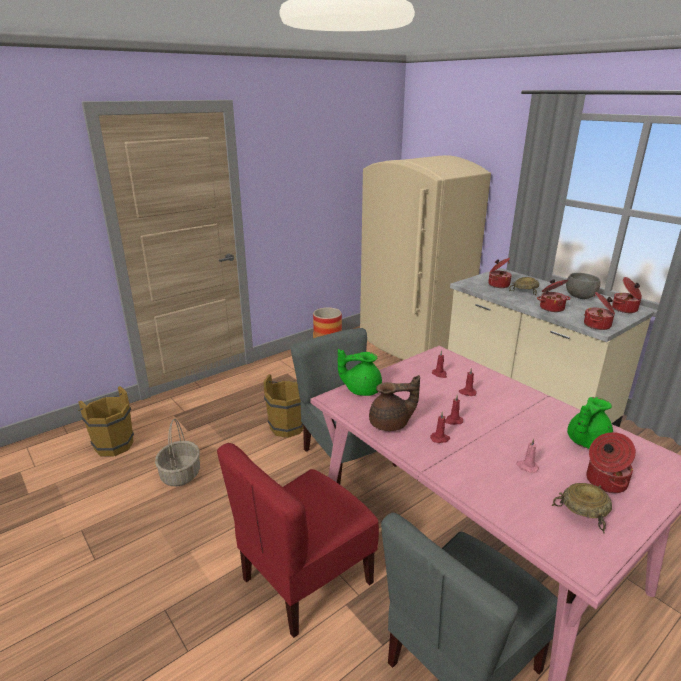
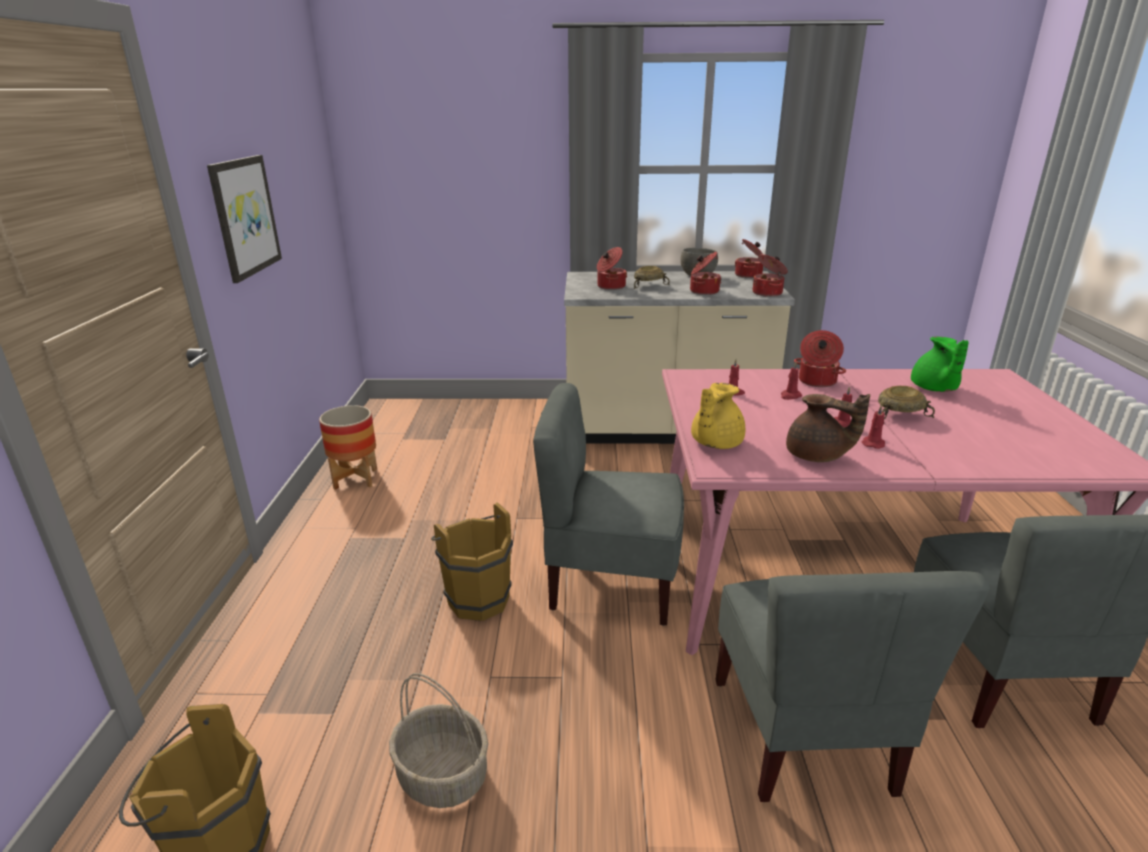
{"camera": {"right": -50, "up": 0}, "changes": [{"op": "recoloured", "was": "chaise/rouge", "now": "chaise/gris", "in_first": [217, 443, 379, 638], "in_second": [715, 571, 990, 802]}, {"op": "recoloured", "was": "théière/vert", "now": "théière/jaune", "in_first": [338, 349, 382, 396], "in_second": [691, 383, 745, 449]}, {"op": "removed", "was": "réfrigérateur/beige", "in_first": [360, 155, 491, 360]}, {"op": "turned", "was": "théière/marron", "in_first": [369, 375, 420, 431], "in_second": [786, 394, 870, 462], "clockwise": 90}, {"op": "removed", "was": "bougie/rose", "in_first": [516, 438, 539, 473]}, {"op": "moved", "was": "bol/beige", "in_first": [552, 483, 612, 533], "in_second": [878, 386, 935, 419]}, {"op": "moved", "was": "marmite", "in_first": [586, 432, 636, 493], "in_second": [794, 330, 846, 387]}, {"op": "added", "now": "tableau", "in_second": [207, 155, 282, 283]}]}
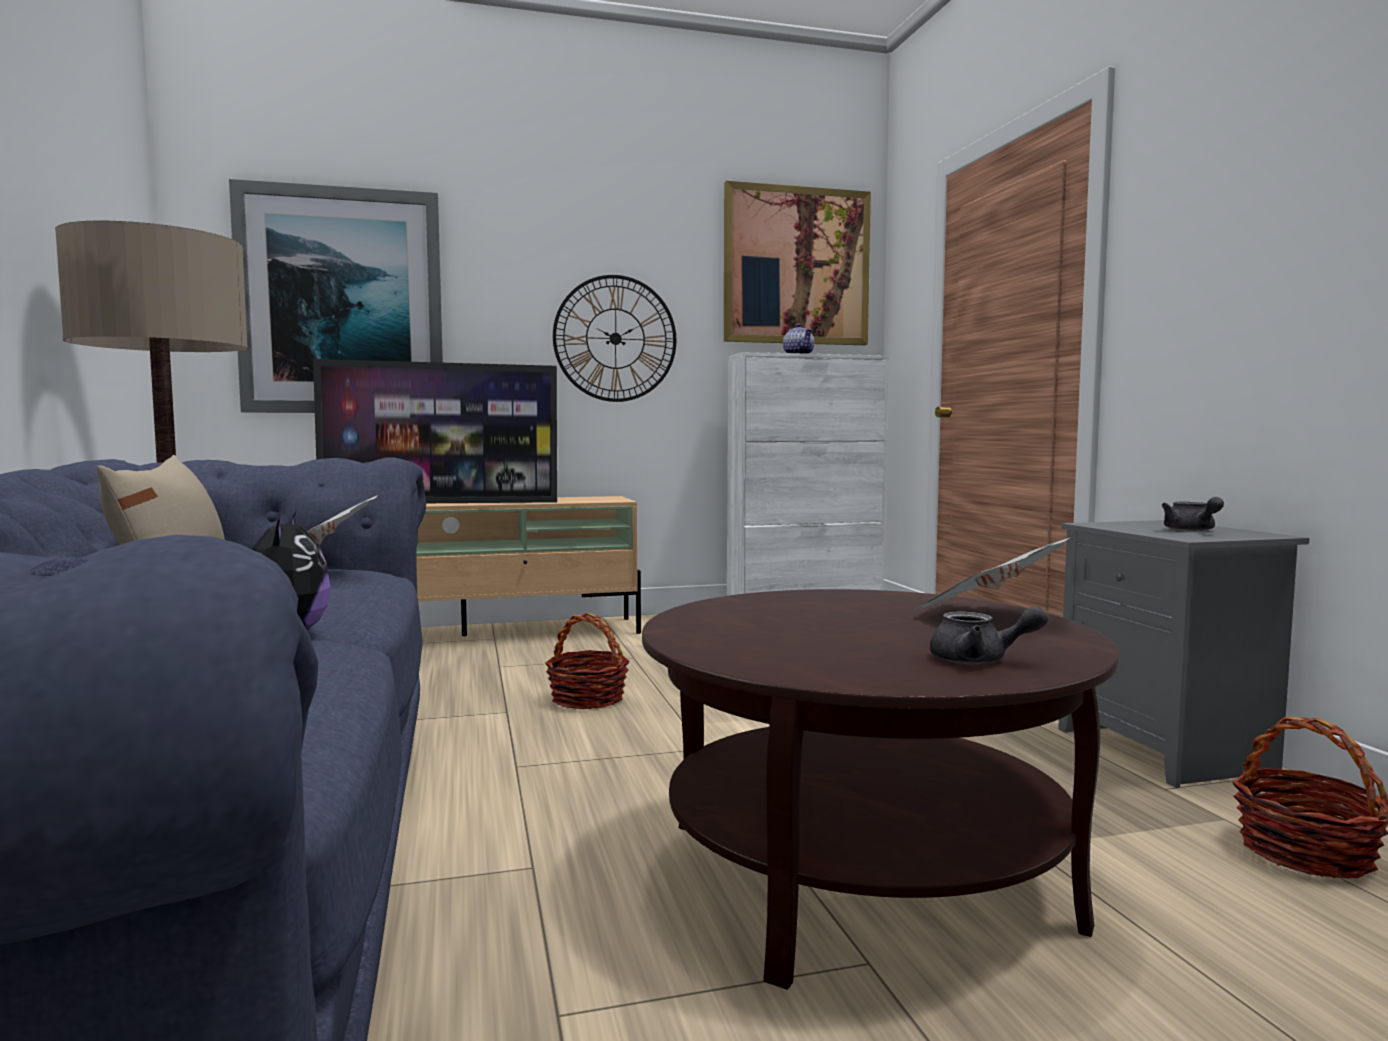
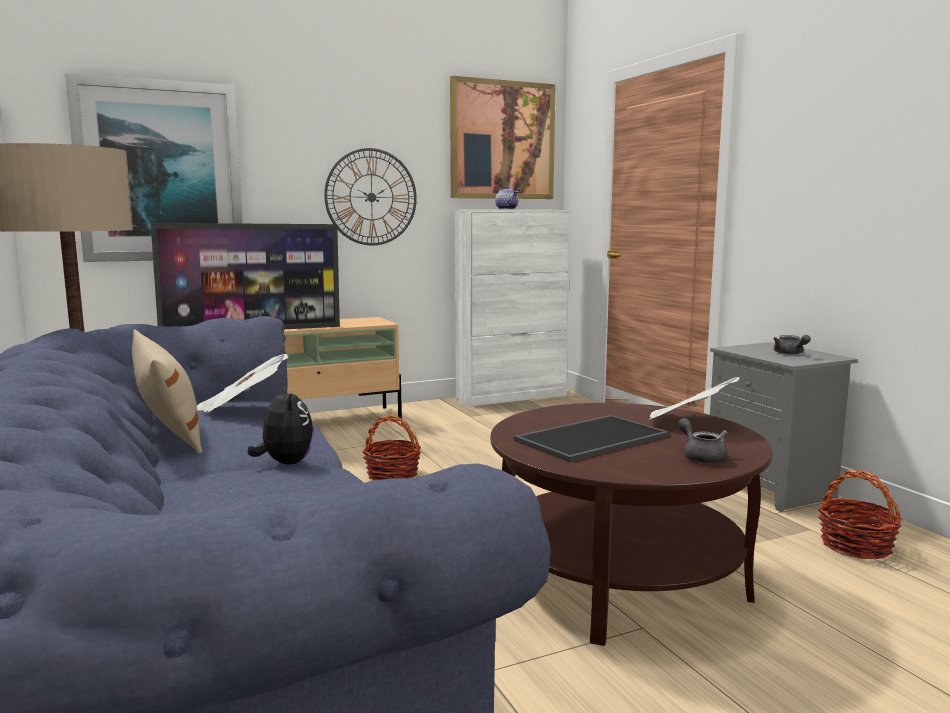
{"camera": {"right": -10, "up": 5}, "changes": [{"op": "turned", "was": "théière/gris", "in_first": [930, 606, 1048, 664], "in_second": [678, 418, 728, 464], "clockwise": -120}, {"op": "added", "now": "plateau", "in_second": [514, 415, 669, 462]}]}
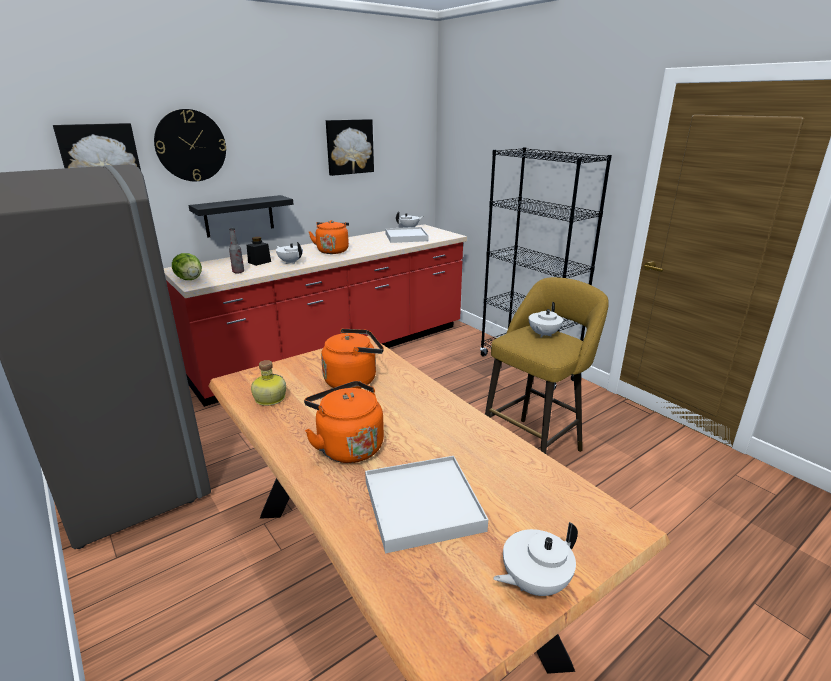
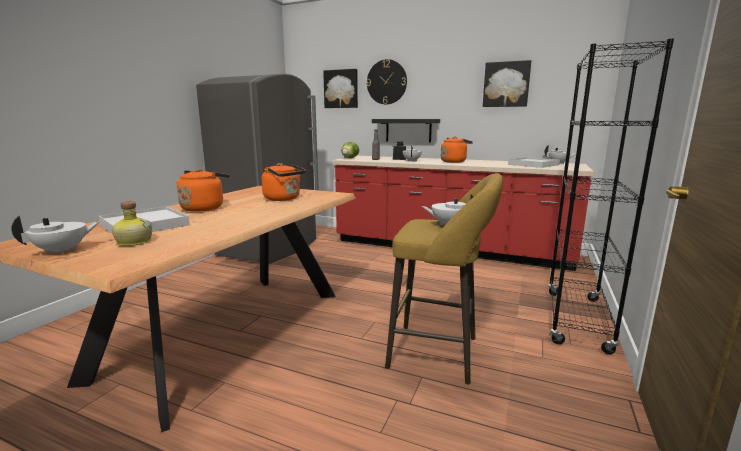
{"camera": {"right": 60, "up": -10}, "changes": [{"op": "moved", "was": "bouteille", "in_first": [251, 360, 286, 406], "in_second": [112, 201, 152, 246]}, {"op": "turned", "was": "théière/blanc", "in_first": [493, 522, 578, 596], "in_second": [11, 215, 101, 254], "clockwise": 105}]}
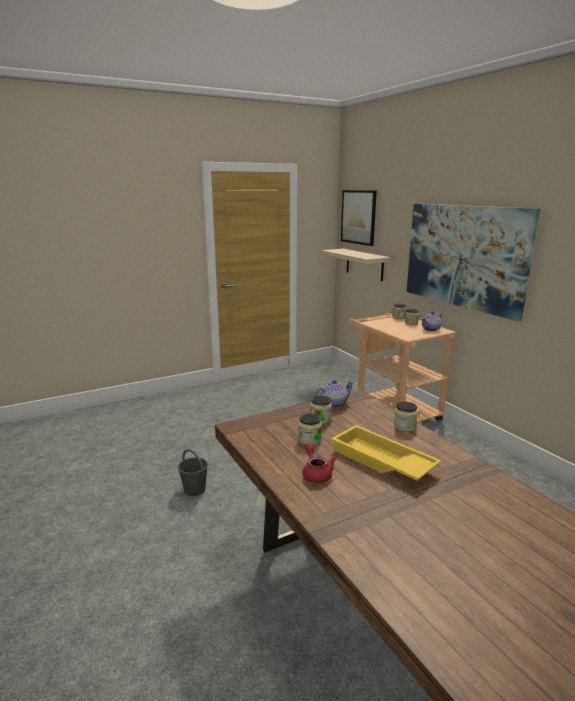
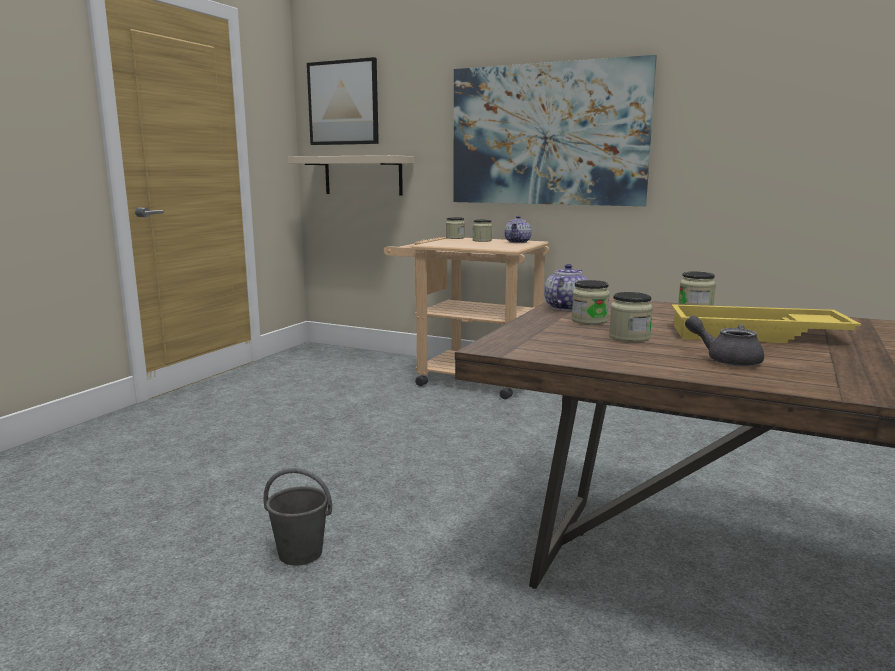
{"camera": {"right": -35, "up": -5}, "changes": [{"op": "recoloured", "was": "théière/rouge", "now": "théière/gris", "in_first": [303, 443, 337, 483], "in_second": [685, 316, 764, 366]}]}
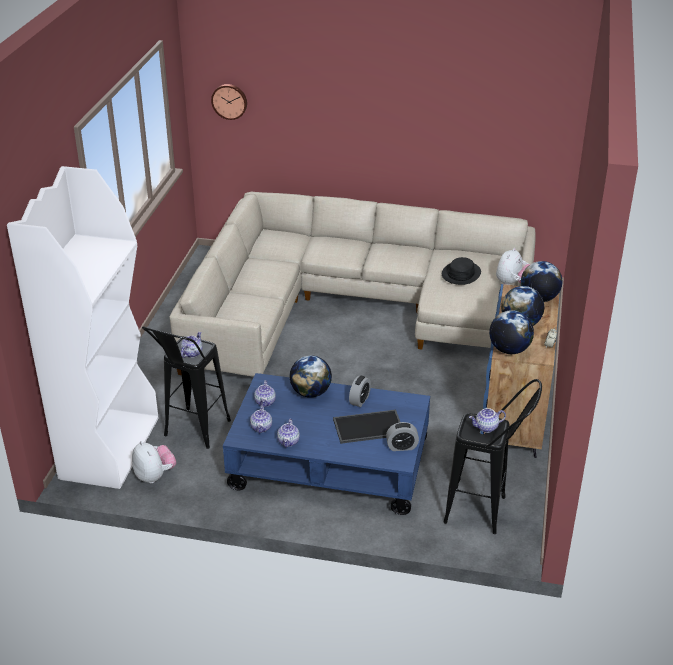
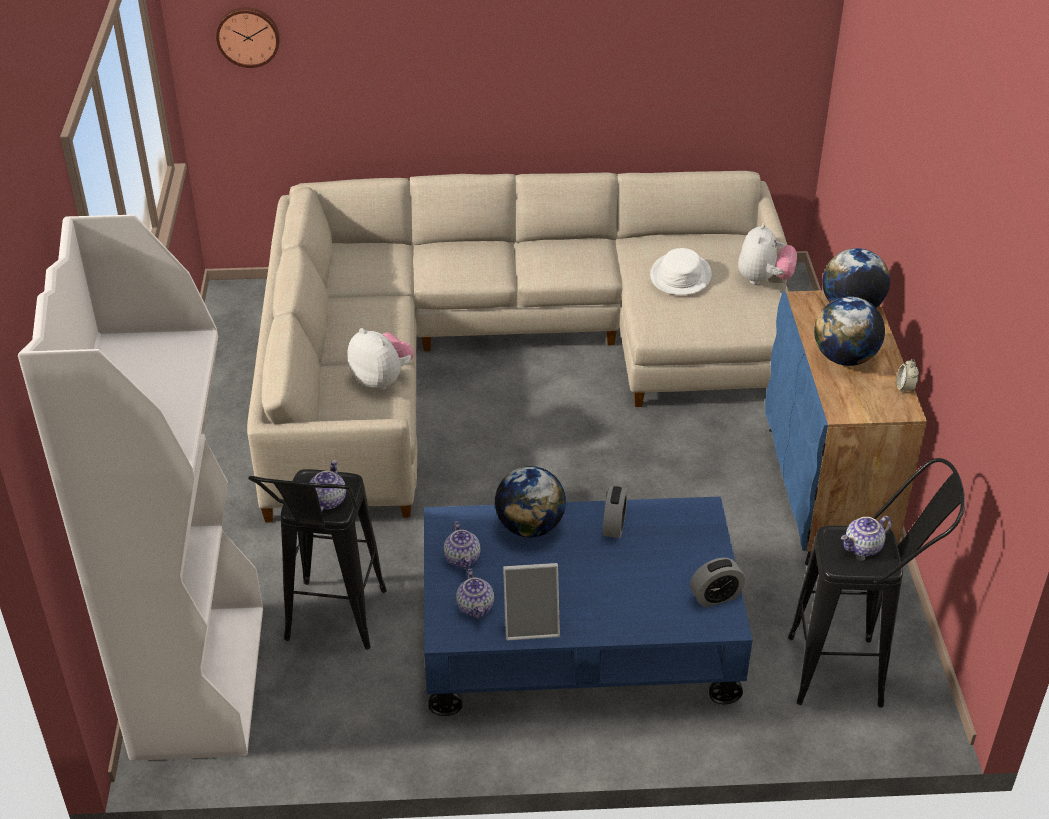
{"camera": {"right": -15, "up": 5}, "changes": [{"op": "moved", "was": "peluche", "in_first": [132, 441, 176, 483], "in_second": [347, 328, 414, 390]}, {"op": "replaced", "was": "théière", "now": "cadre photo", "in_first": [277, 419, 300, 447], "in_second": [503, 563, 560, 641]}, {"op": "removed", "was": "plateau", "in_first": [333, 410, 400, 444]}, {"op": "recoloured", "was": "chapeau/noir", "now": "chapeau/blanc", "in_first": [442, 257, 481, 285], "in_second": [650, 248, 711, 295]}, {"op": "removed", "was": "globe", "in_first": [489, 310, 534, 354]}]}
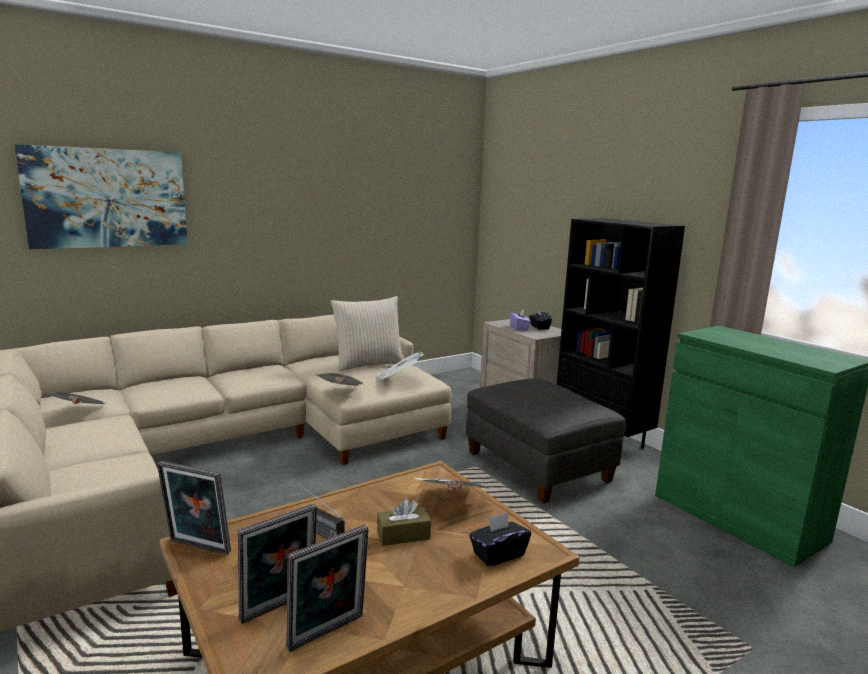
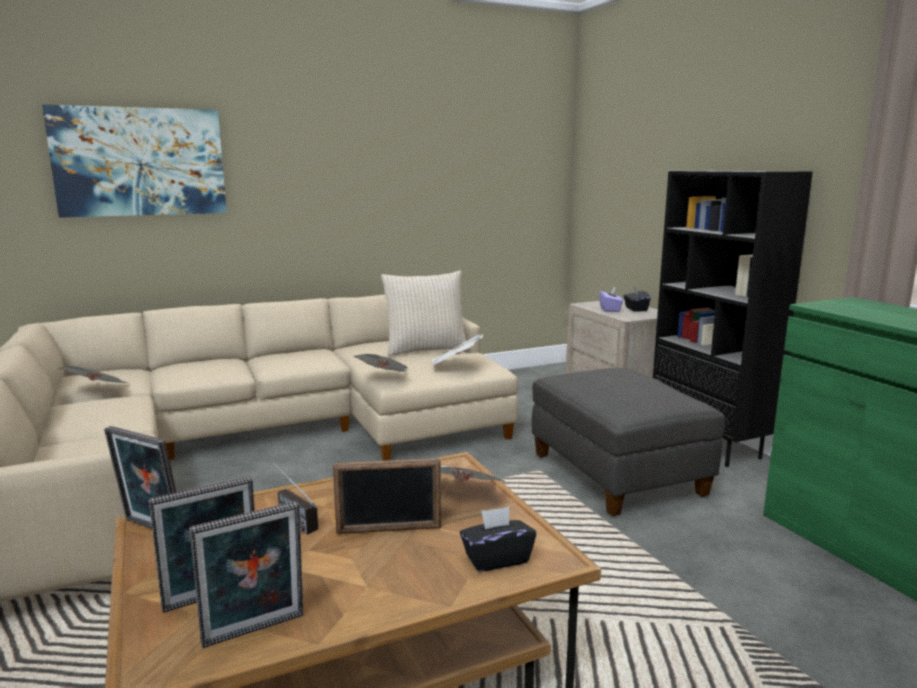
{"camera": {"right": 10, "up": 0}, "changes": [{"op": "replaced", "was": "boîte à mouchoirs/marron", "now": "cadre photo", "in_first": [377, 499, 431, 546], "in_second": [333, 458, 441, 534]}]}
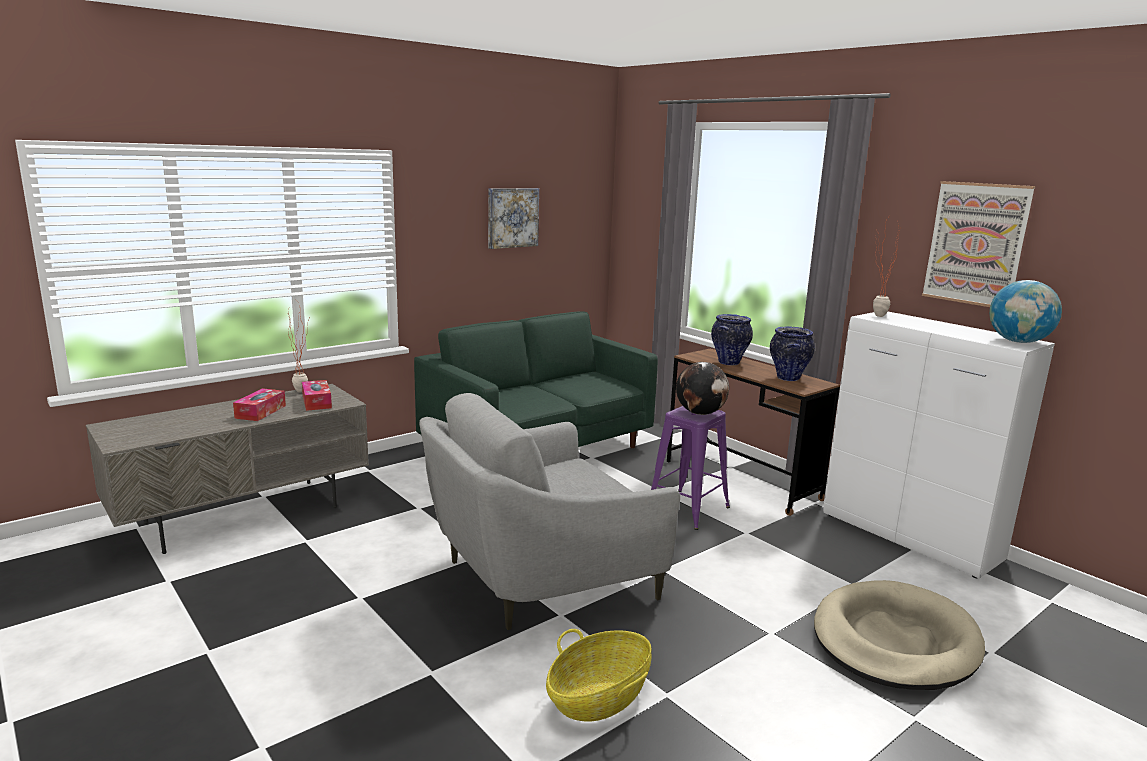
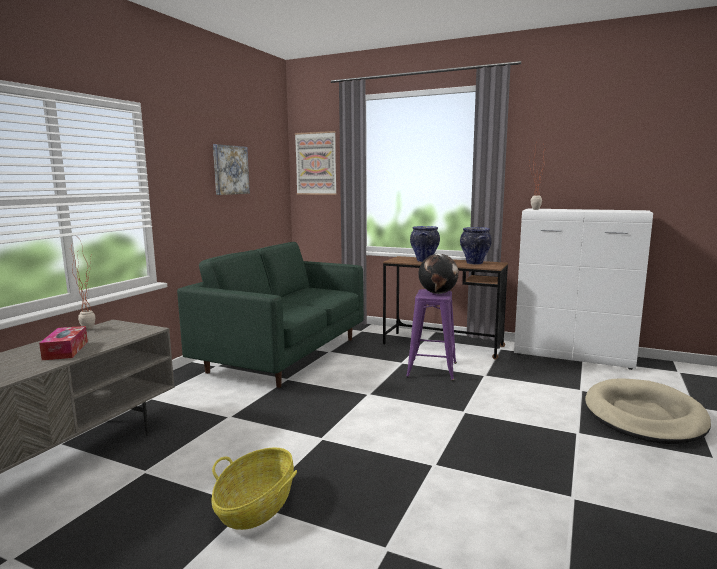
{"camera": {"right": -25, "up": -5}, "changes": [{"op": "removed", "was": "boîte à mouchoirs", "in_first": [302, 380, 332, 411]}, {"op": "removed", "was": "fauteuil/gris", "in_first": [419, 393, 680, 630]}, {"op": "moved", "was": "panier", "in_first": [546, 629, 651, 721], "in_second": [211, 448, 297, 530]}, {"op": "moved", "was": "tableau", "in_first": [922, 181, 1035, 307], "in_second": [295, 131, 337, 195]}, {"op": "removed", "was": "globe", "in_first": [989, 280, 1062, 343]}]}
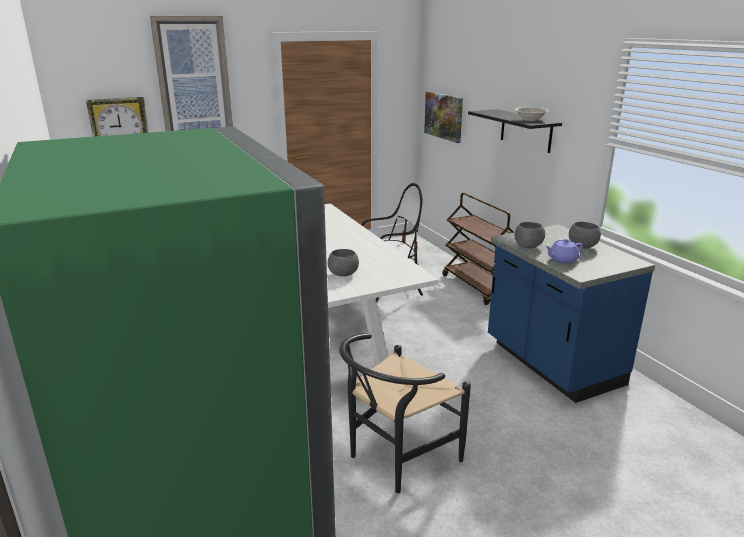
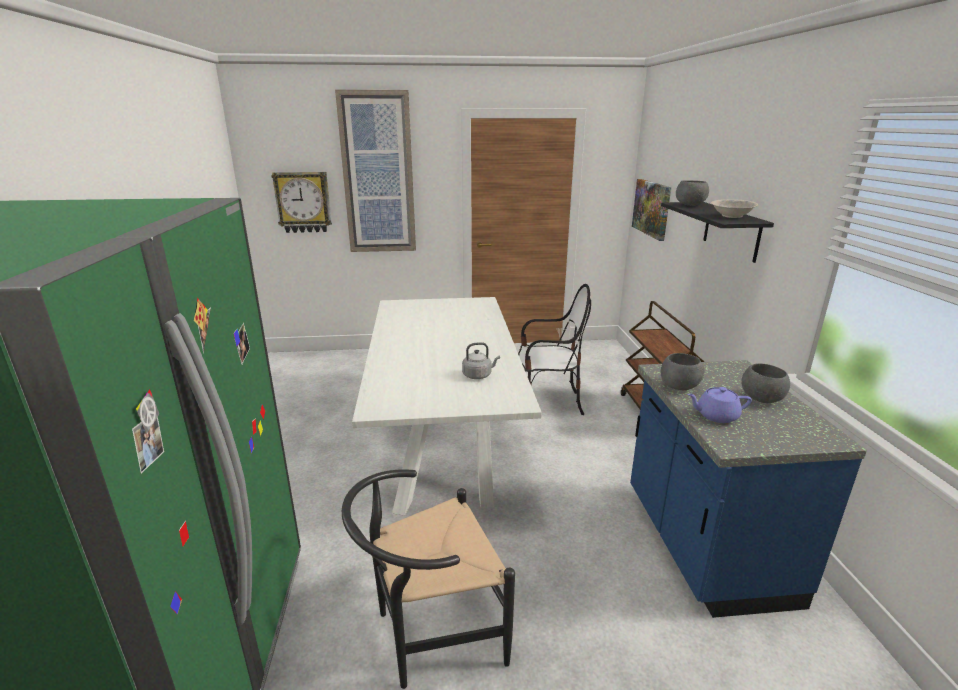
{"camera": {"right": 20, "up": 0}, "changes": [{"op": "moved", "was": "bol/gris", "in_first": [327, 249, 359, 276], "in_second": [676, 180, 709, 206]}, {"op": "added", "now": "bouilloire/gris", "in_second": [462, 342, 500, 379]}]}
